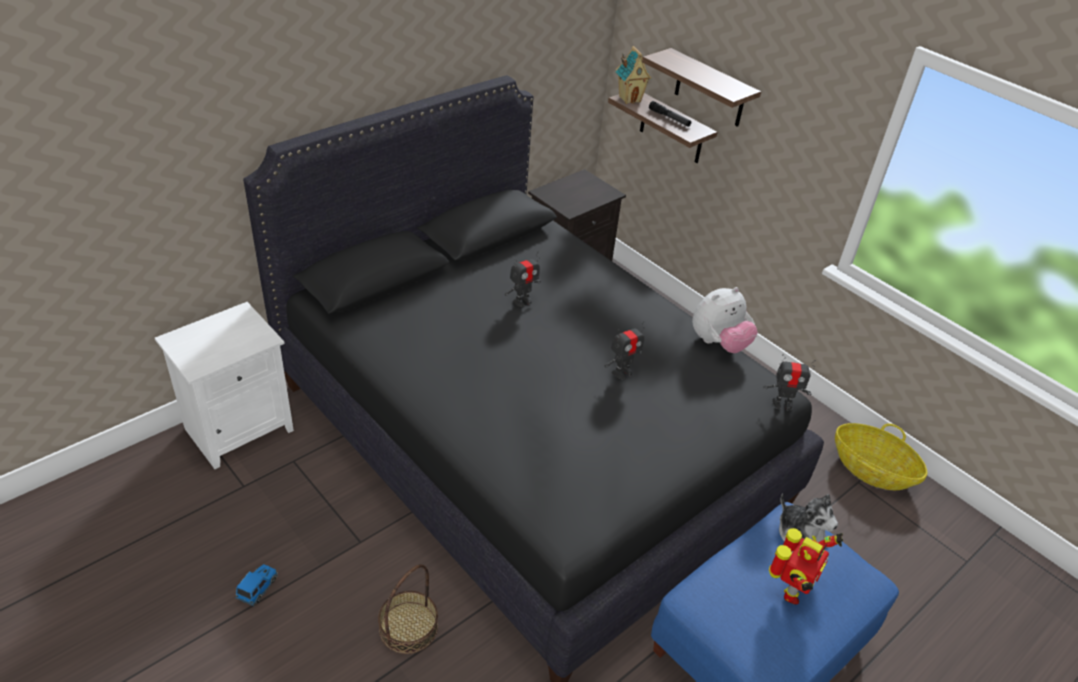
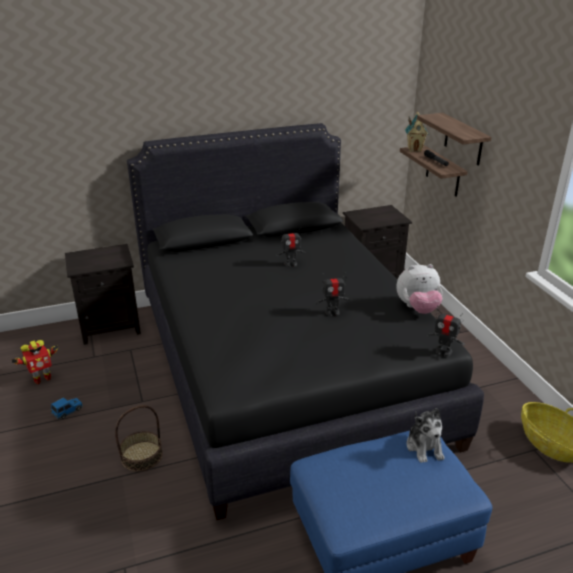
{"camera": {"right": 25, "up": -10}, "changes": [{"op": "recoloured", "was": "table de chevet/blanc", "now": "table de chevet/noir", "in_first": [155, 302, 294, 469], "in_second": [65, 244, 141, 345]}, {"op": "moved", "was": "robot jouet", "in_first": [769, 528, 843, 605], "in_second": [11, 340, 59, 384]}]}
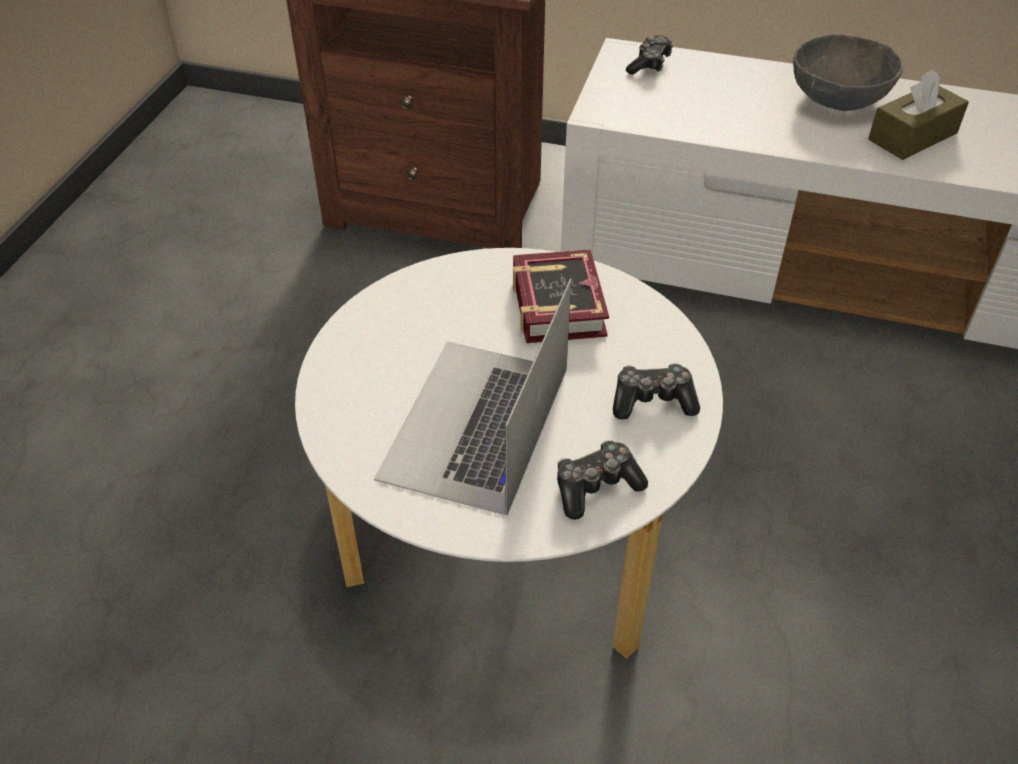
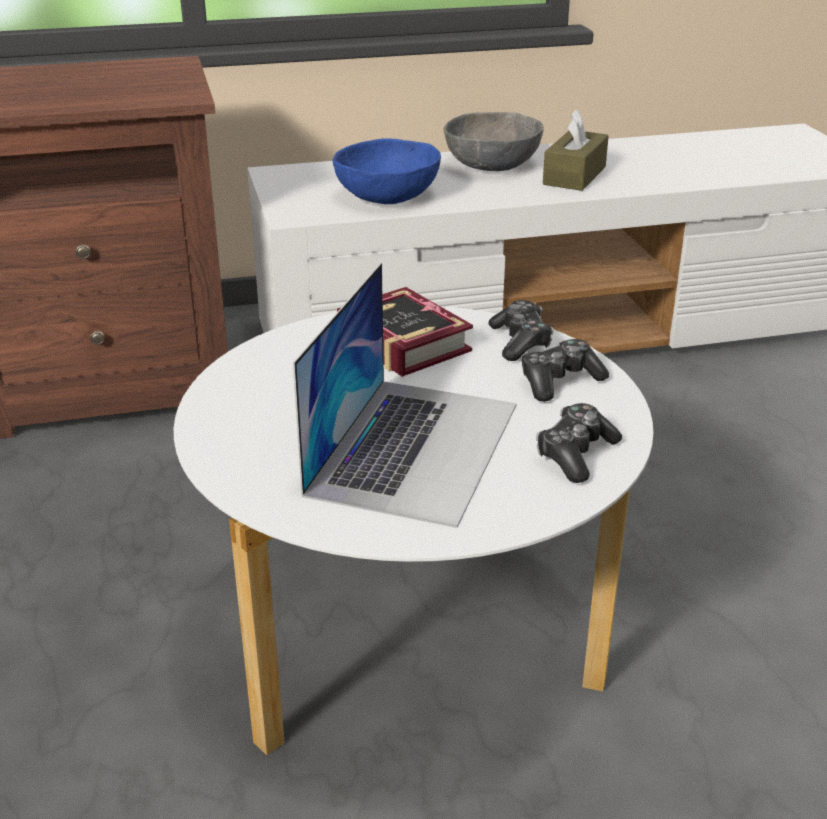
{"camera": {"right": -30, "up": -15}, "changes": [{"op": "turned", "was": "ordinateur portable", "in_first": [374, 278, 572, 516], "in_second": [293, 263, 517, 528], "clockwise": -150}, {"op": "moved", "was": "manette", "in_first": [626, 35, 673, 75], "in_second": [489, 300, 554, 361]}, {"op": "added", "now": "bol/bleu", "in_second": [333, 138, 441, 204]}]}
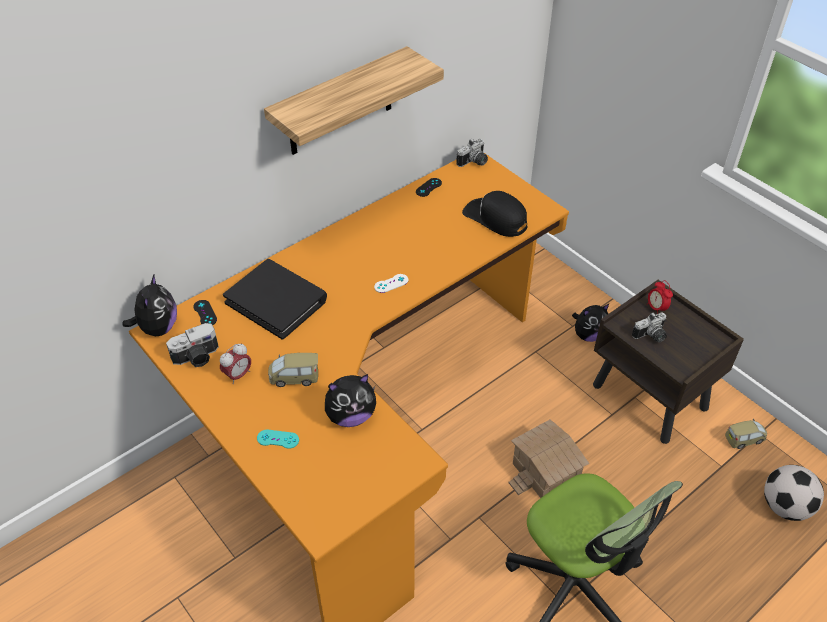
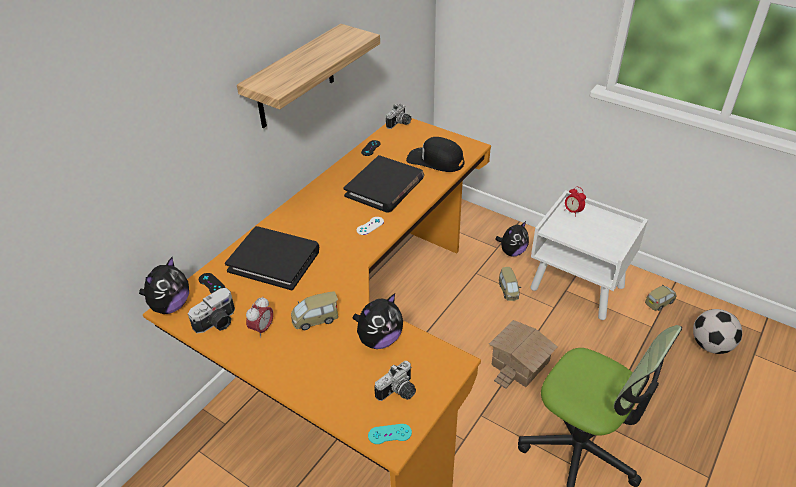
{"camera": {"right": -15, "up": -5}, "changes": [{"op": "turned", "was": "peluche", "in_first": [123, 275, 177, 336], "in_second": [139, 257, 189, 314], "clockwise": 45}, {"op": "moved", "was": "manette/turquoise", "in_first": [257, 430, 299, 449], "in_second": [368, 424, 412, 444]}, {"op": "recoloured", "was": "table de chevet/marron", "now": "table de chevet/blanc", "in_first": [593, 280, 744, 444], "in_second": [530, 190, 648, 320]}, {"op": "moved", "was": "appareil photo", "in_first": [632, 312, 667, 342], "in_second": [374, 361, 416, 401]}, {"op": "added", "now": "livre/noir", "in_second": [344, 155, 424, 213]}, {"op": "added", "now": "petite voiture", "in_second": [499, 267, 521, 301]}]}
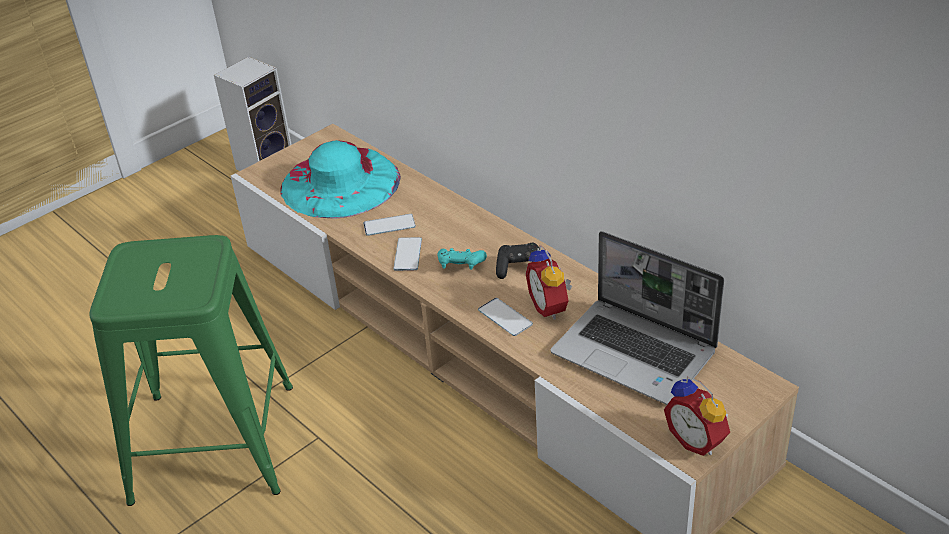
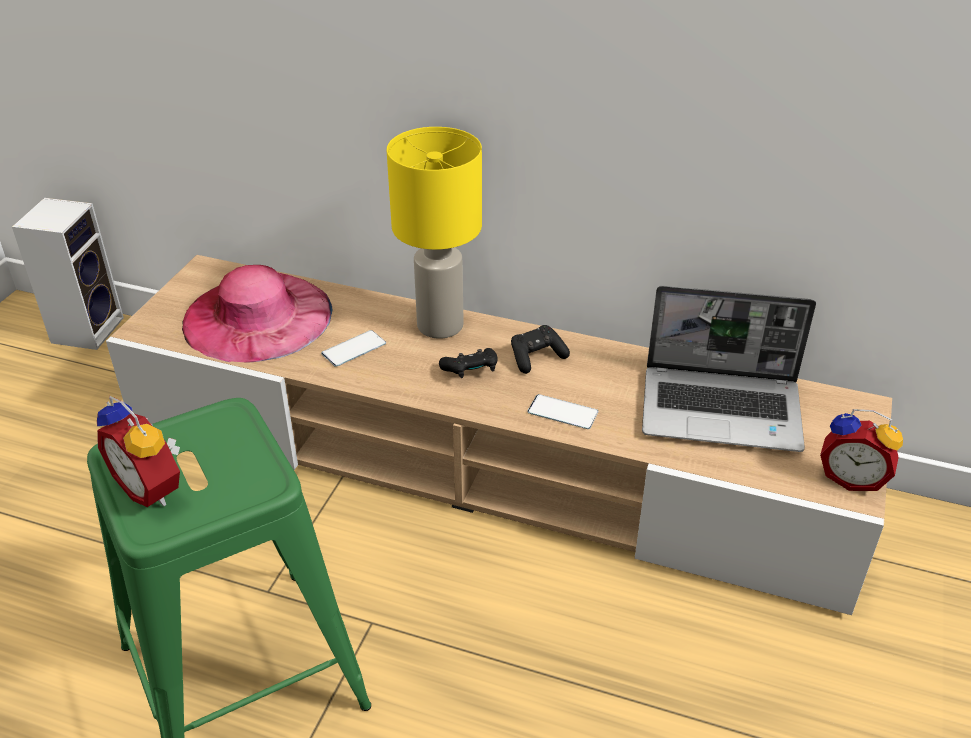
{"camera": {"right": -30, "up": 0}, "changes": [{"op": "recoloured", "was": "chapeau/turquoise", "now": "chapeau/rose", "in_first": [280, 140, 401, 218], "in_second": [182, 265, 333, 363]}, {"op": "removed", "was": "téléphone", "in_first": [393, 237, 422, 271]}, {"op": "recoloured", "was": "manette/turquoise", "now": "manette/noir", "in_first": [438, 248, 487, 270], "in_second": [439, 348, 498, 378]}, {"op": "moved", "was": "réveil", "in_first": [526, 245, 572, 320], "in_second": [97, 396, 180, 507]}, {"op": "added", "now": "lampe de table/jaune", "in_second": [387, 127, 482, 339]}]}
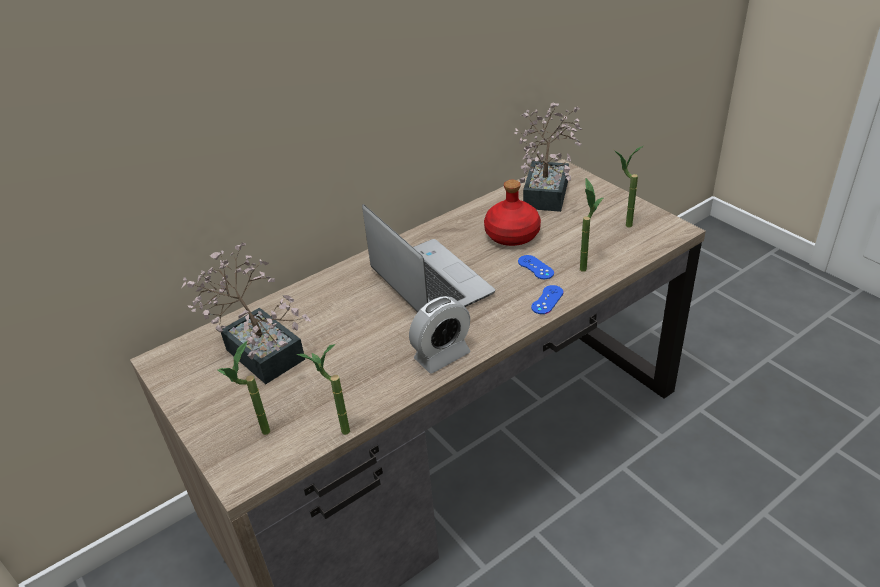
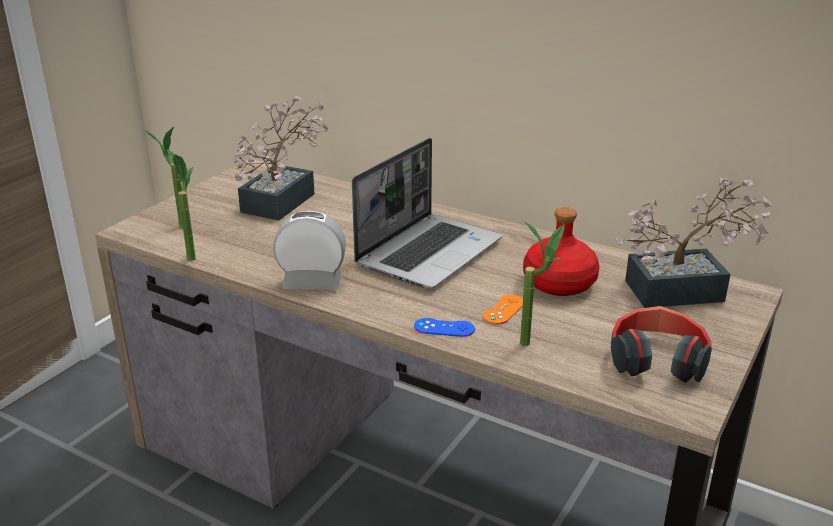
{"camera": {"right": 65, "up": -10}, "changes": [{"op": "turned", "was": "réveil", "in_first": [409, 296, 470, 373], "in_second": [273, 211, 346, 290], "clockwise": 150}, {"op": "recoloured", "was": "manette/bleu", "now": "manette/orange", "in_first": [518, 255, 554, 279], "in_second": [483, 295, 523, 325]}, {"op": "replaced", "was": "plante en pot", "now": "casque audio", "in_first": [614, 146, 643, 227], "in_second": [611, 306, 712, 383]}]}
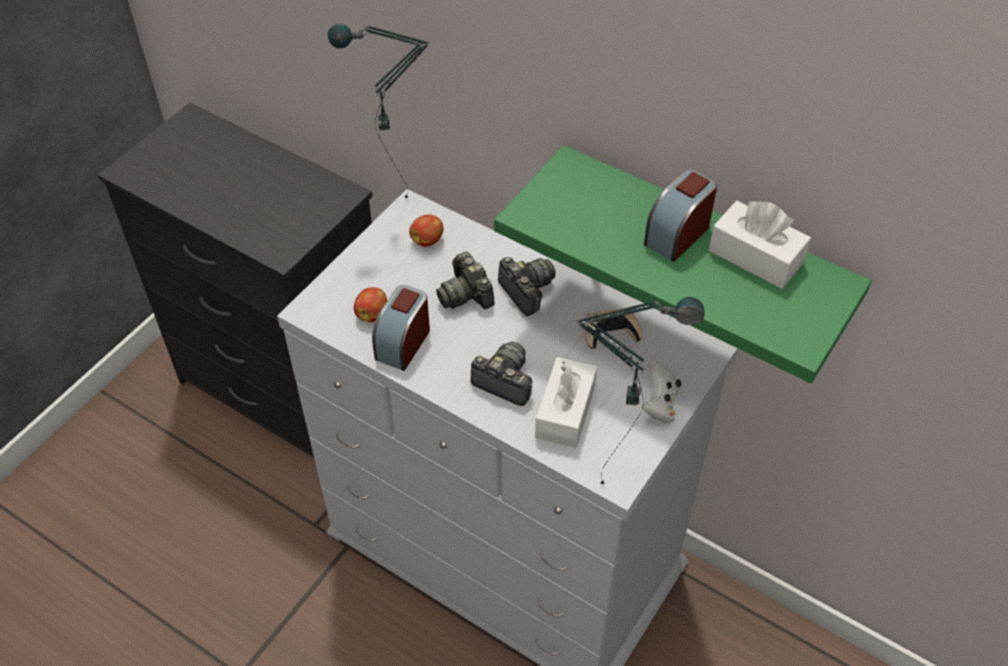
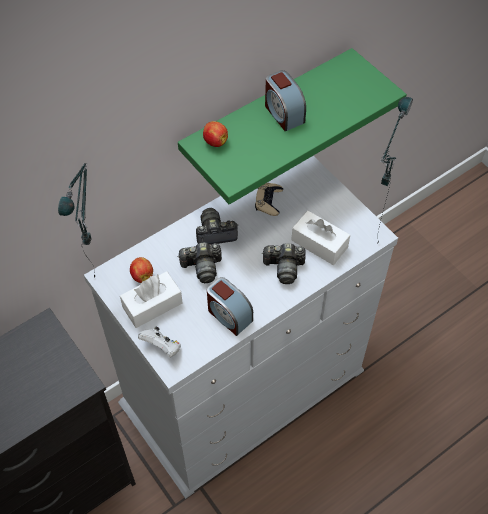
{"camera": {"right": -70, "up": 5}, "changes": [{"op": "moved", "was": "pomme", "in_first": [354, 287, 387, 322], "in_second": [203, 121, 228, 147]}, {"op": "turned", "was": "appareil photo", "in_first": [470, 342, 533, 406], "in_second": [262, 243, 306, 284], "clockwise": -135}, {"op": "moved", "was": "manette/blanc", "in_first": [643, 362, 681, 423], "in_second": [138, 326, 181, 357]}, {"op": "moved", "was": "boîte à mouchoirs/blanc", "in_first": [709, 201, 811, 289], "in_second": [120, 271, 183, 328]}]}
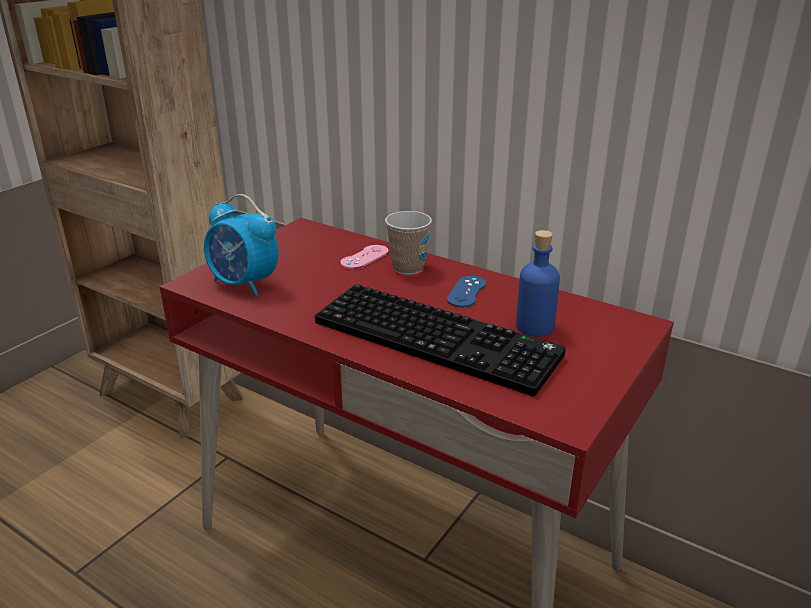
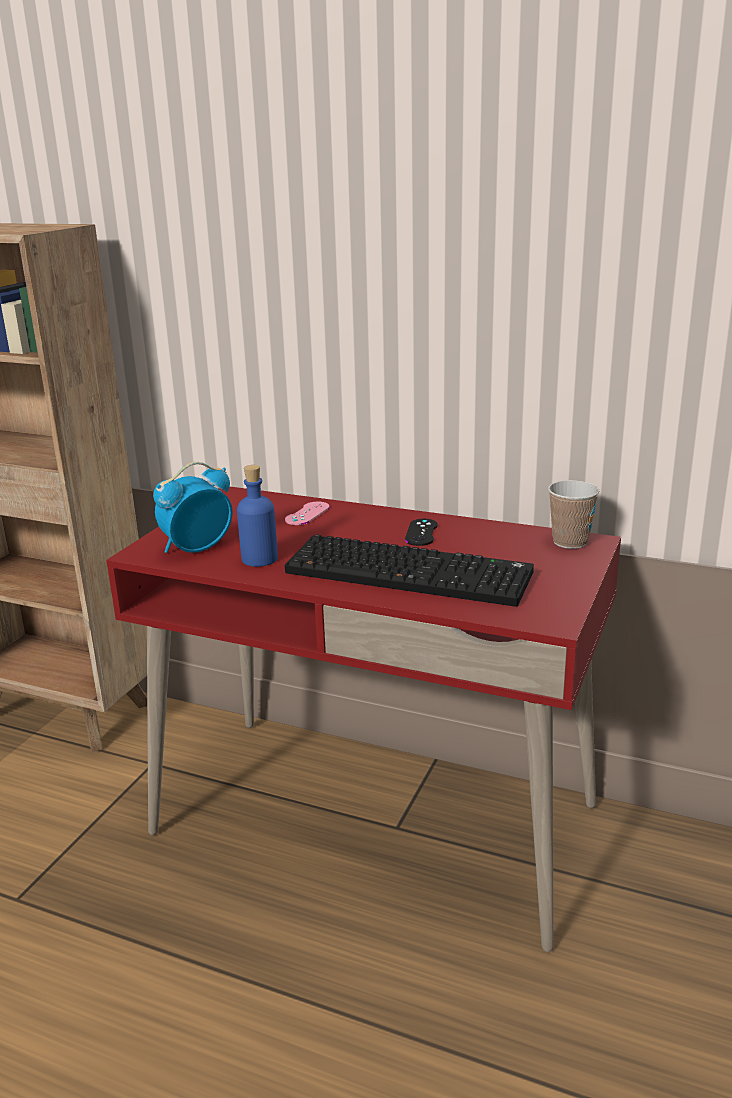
{"camera": {"right": -10, "up": -5}, "changes": [{"op": "turned", "was": "réveil", "in_first": [204, 194, 279, 296], "in_second": [153, 462, 233, 553], "clockwise": 120}, {"op": "moved", "was": "tasse", "in_first": [385, 211, 432, 275], "in_second": [548, 480, 599, 549]}, {"op": "recoloured", "was": "manette/bleu", "now": "manette/noir", "in_first": [447, 276, 486, 307], "in_second": [405, 519, 438, 546]}, {"op": "moved", "was": "bouteille/bleu", "in_first": [516, 230, 560, 337], "in_second": [237, 465, 278, 567]}]}
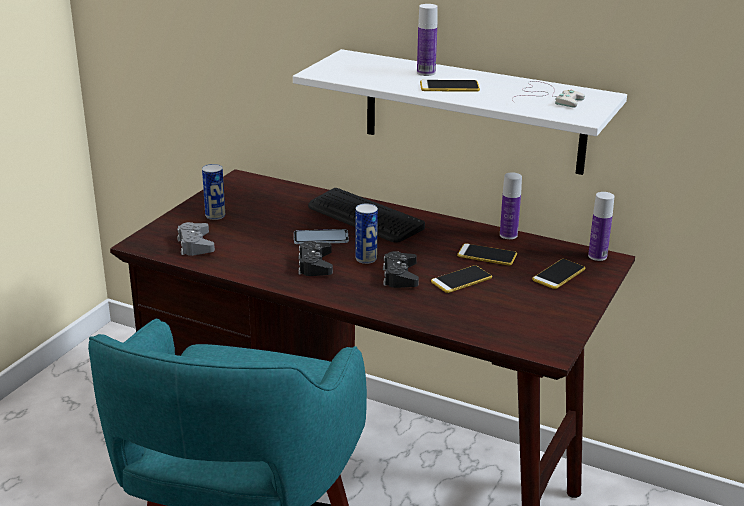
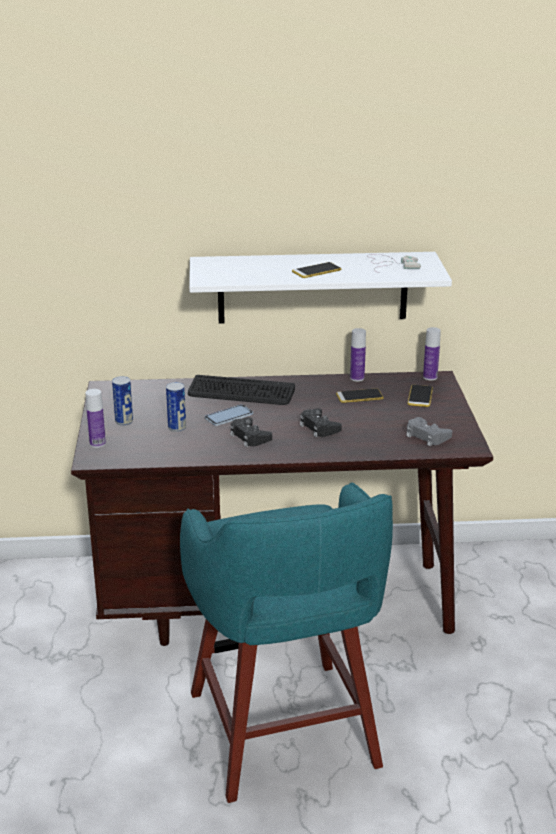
{"camera": {"right": -30, "up": 0}, "changes": [{"op": "moved", "was": "manette/gris", "in_first": [177, 222, 215, 256], "in_second": [406, 417, 452, 446]}, {"op": "moved", "was": "boîte métallique", "in_first": [355, 203, 378, 264], "in_second": [166, 382, 186, 432]}, {"op": "moved", "was": "bouteille", "in_first": [417, 4, 438, 76], "in_second": [86, 389, 106, 448]}, {"op": "removed", "was": "téléphone", "in_first": [431, 265, 492, 293]}]}
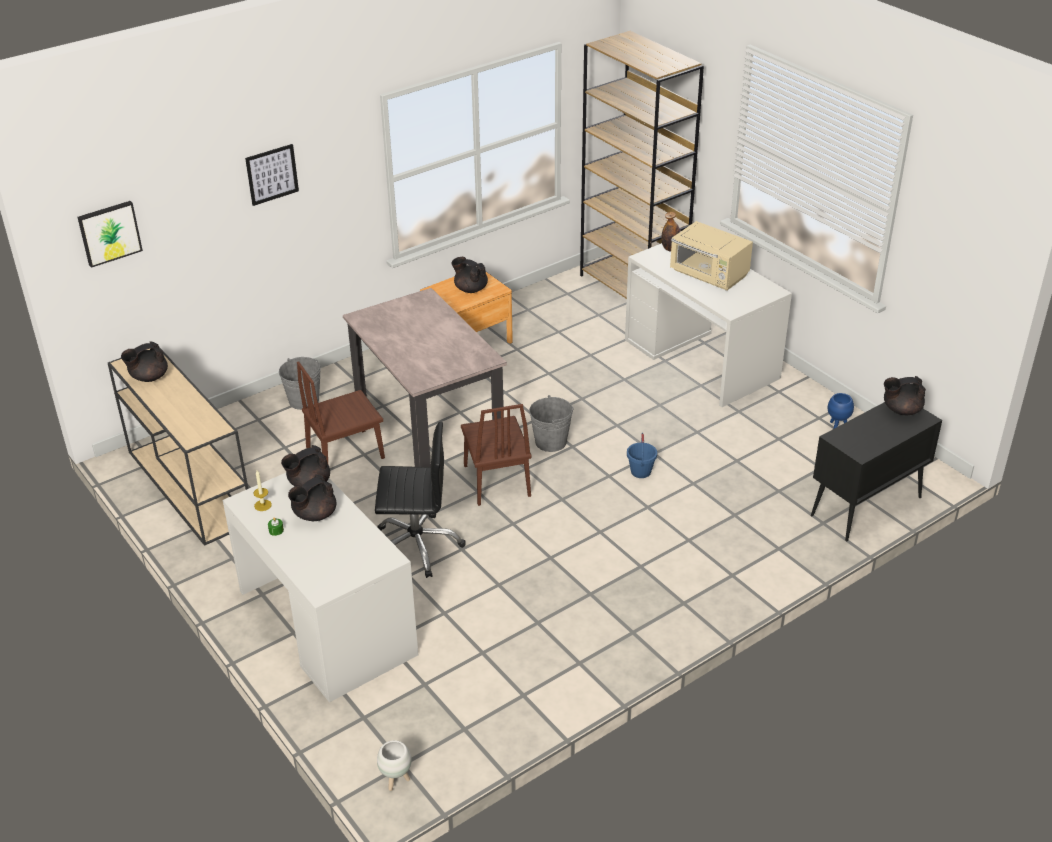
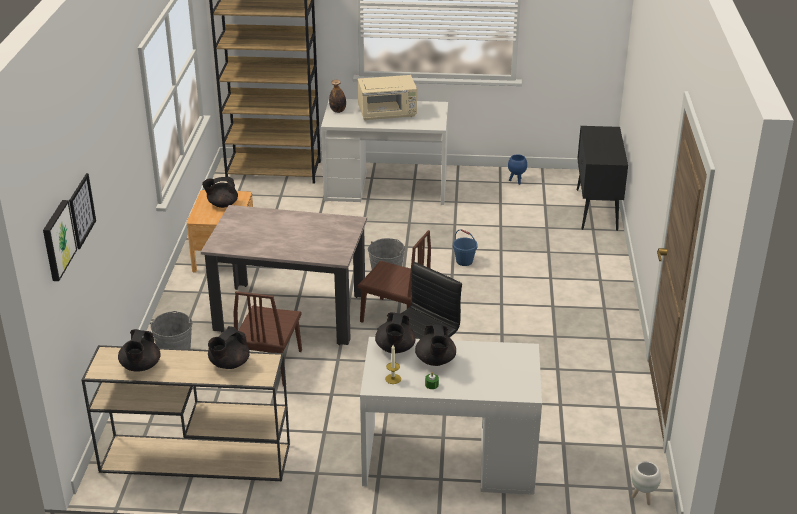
{"camera": {"right": -50, "up": -5}, "changes": [{"op": "moved", "was": "tableau", "in_first": [245, 144, 299, 206], "in_second": [69, 173, 96, 249]}, {"op": "moved", "was": "théière/noir", "in_first": [884, 376, 926, 415], "in_second": [208, 326, 250, 369]}]}
